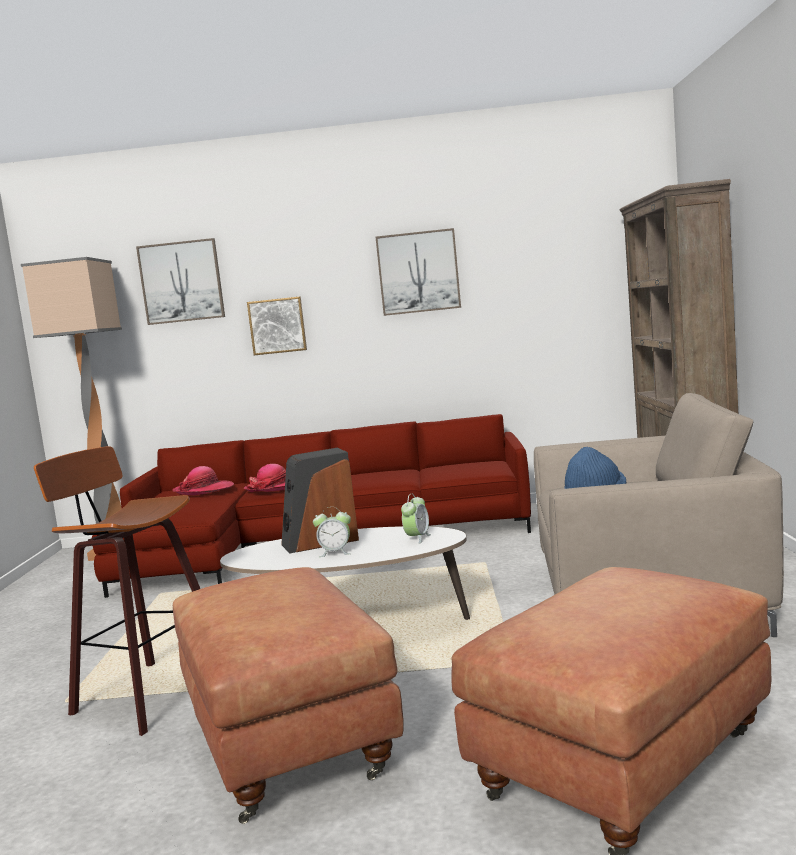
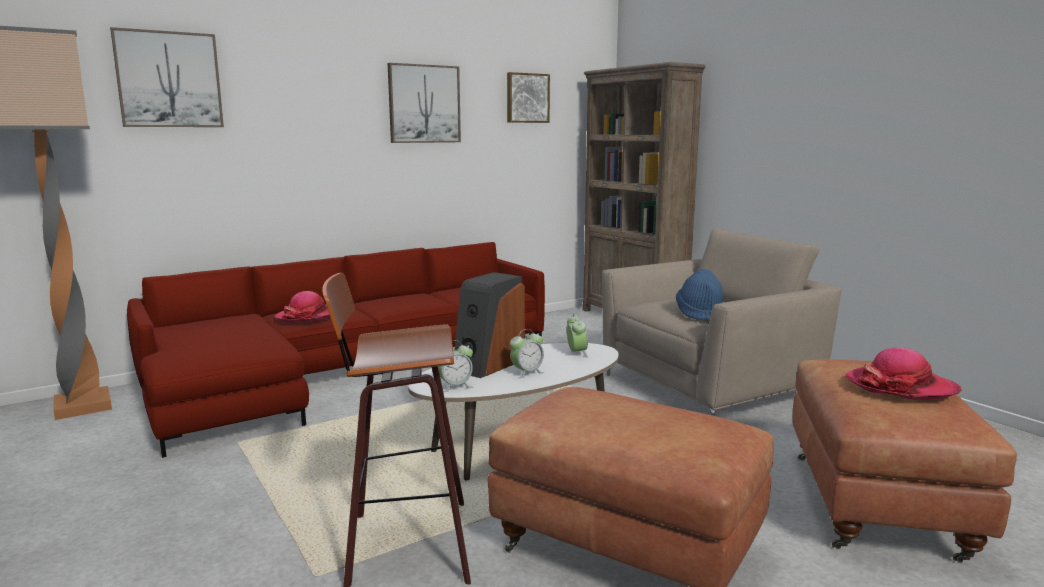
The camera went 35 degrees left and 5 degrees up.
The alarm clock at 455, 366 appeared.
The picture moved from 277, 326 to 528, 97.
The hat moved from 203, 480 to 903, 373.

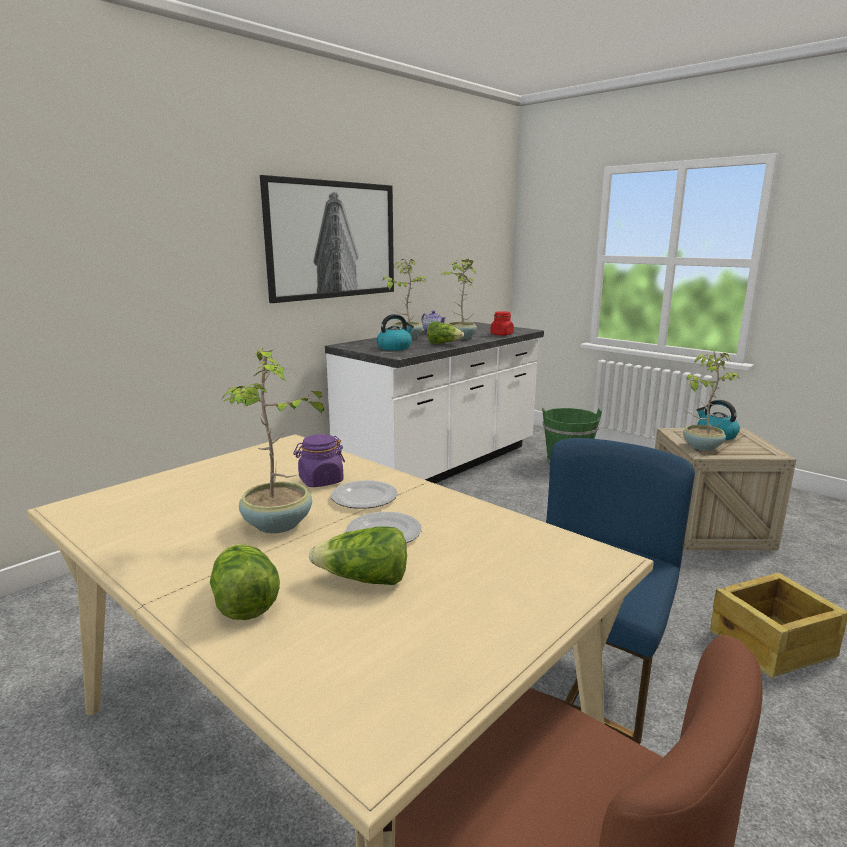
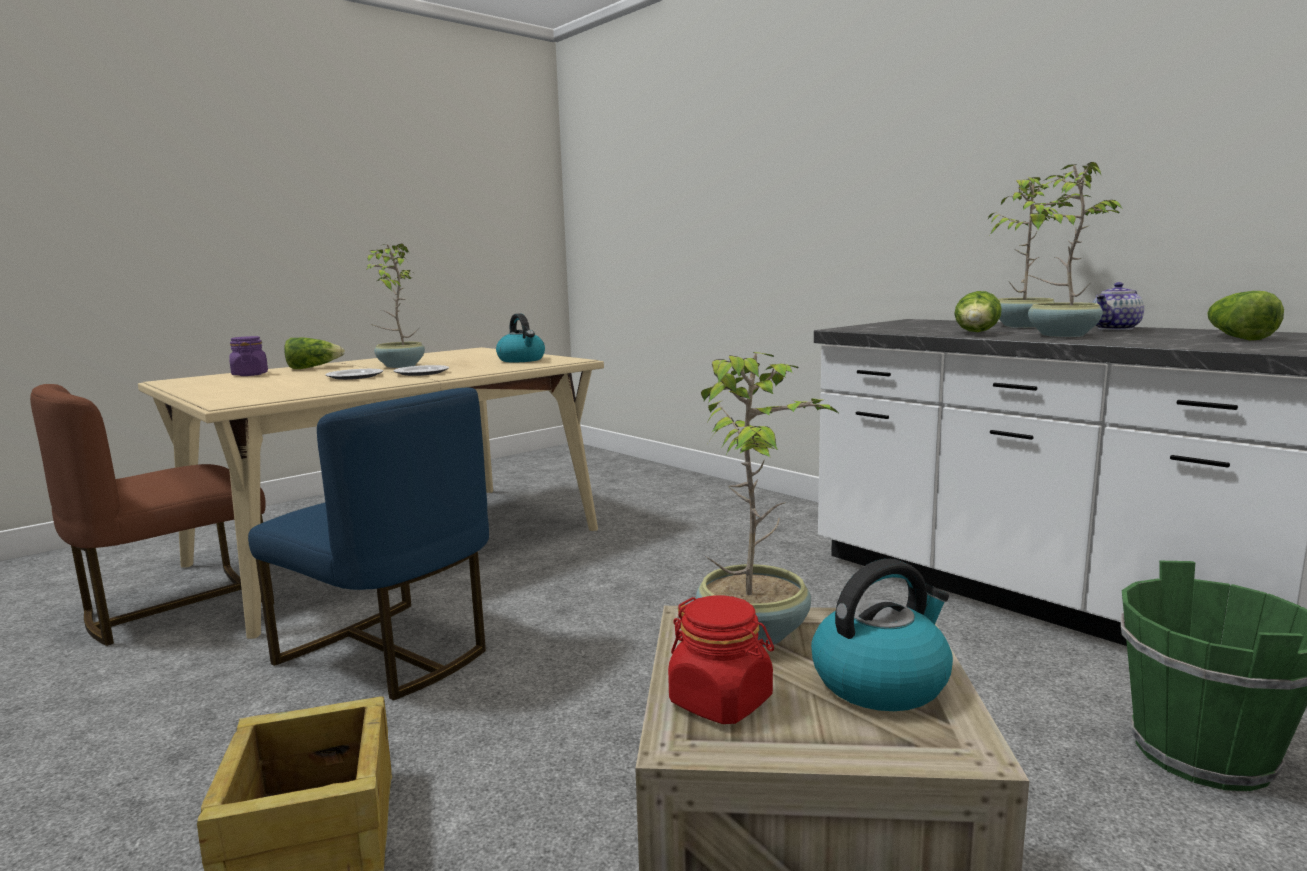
The camera went 95 degrees right and 5 degrees down.
The purple jar moved from 319, 460 to 248, 356.
The kettle moved from 395, 332 to 520, 337.
The red jar moved from 502, 323 to 721, 659.
The lettuce moved from 358, 555 to 1245, 315.
The picture at 327, 239 disappeared.

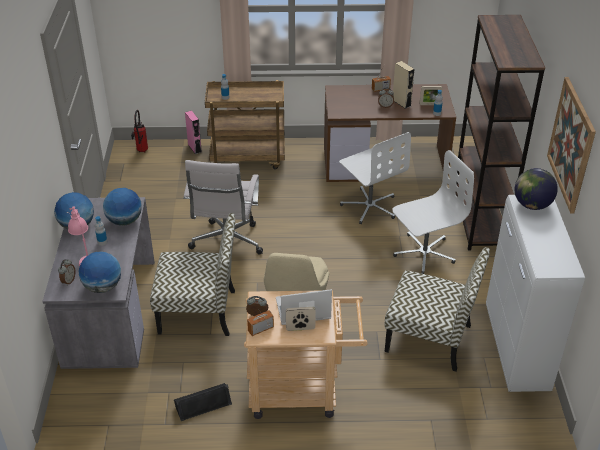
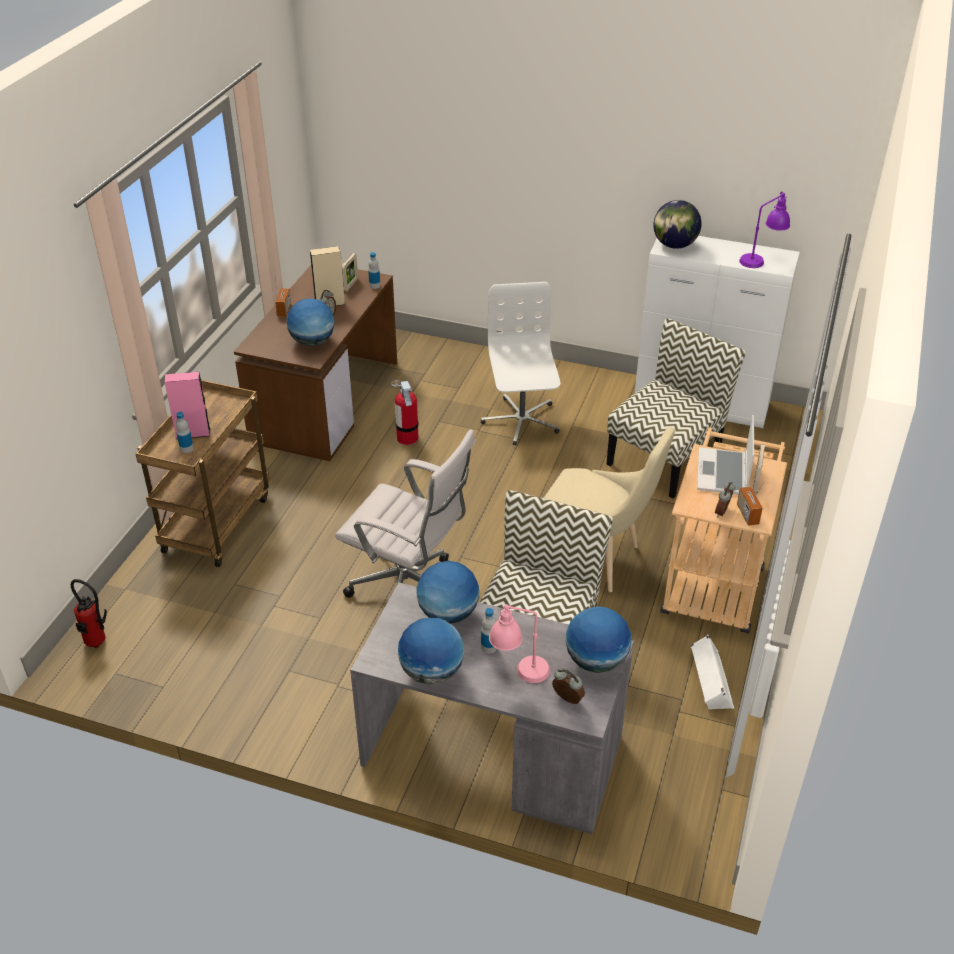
The camera went 70 degrees left and 0 degrees up.
The pink speaker moved from 193, 132 to 187, 405.
The globe at 311, 322 appeared.
The white office chair at 375, 178 was replaced by the fire extinguisher at 405, 412.
The black speaker at 203, 402 became the white speaker at 712, 671.
The purple table lamp at 764, 230 appeared.
The brown bookcase at 500, 132 disappeared.
The picture at 571, 145 disappeared.

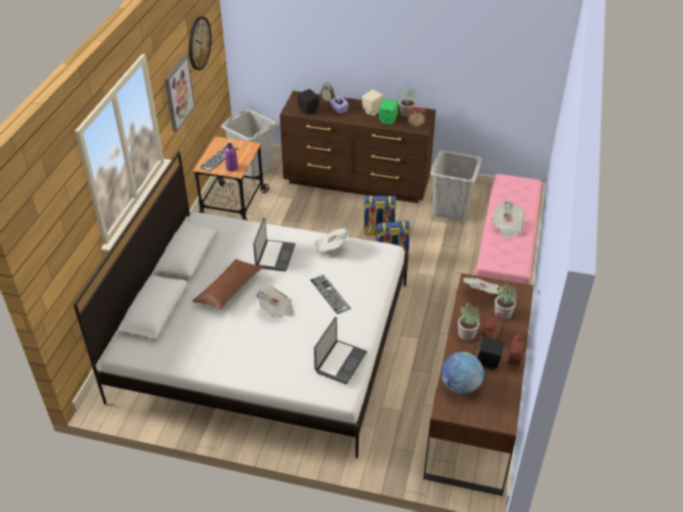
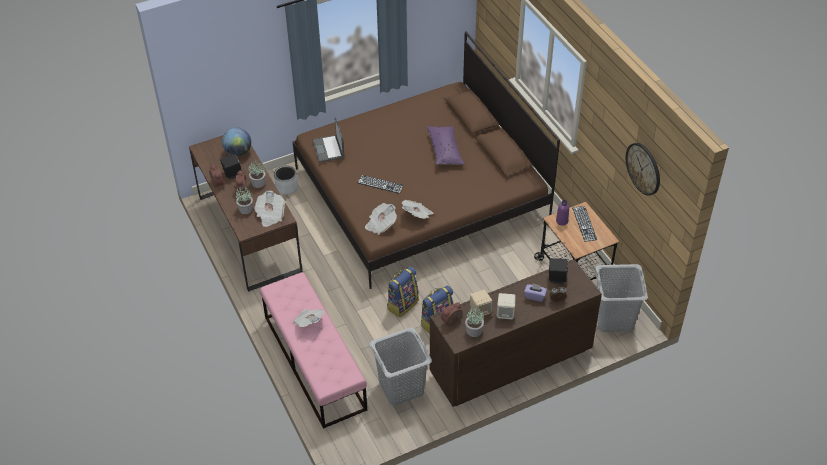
The camera went 140 degrees right and 5 degrees up.
The grey planter at 286, 180 appeared.
The white bed at 240, 304 became the brown bed at 426, 160.
The newspaper moved from 275, 302 to 381, 219.
The brown pillow at 228, 284 became the purple pillow at 445, 145.
The green speaker at 388, 112 became the beige speaker at 481, 303.
The picture at 180, 93 disappeared.
The laptop at 274, 244 disappeared.

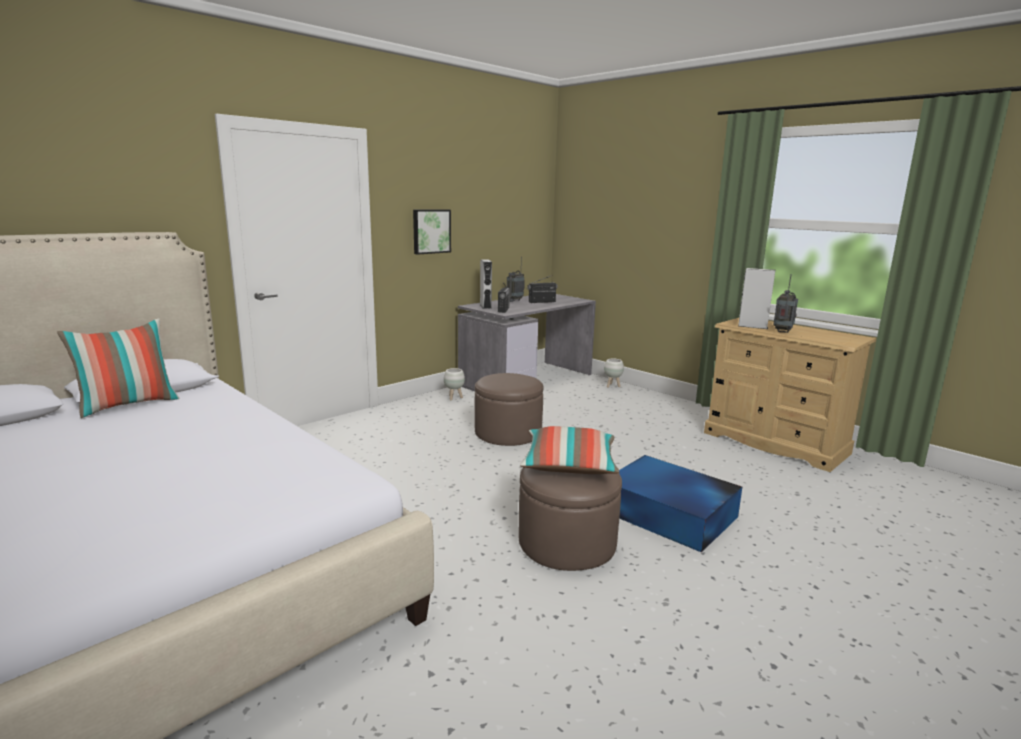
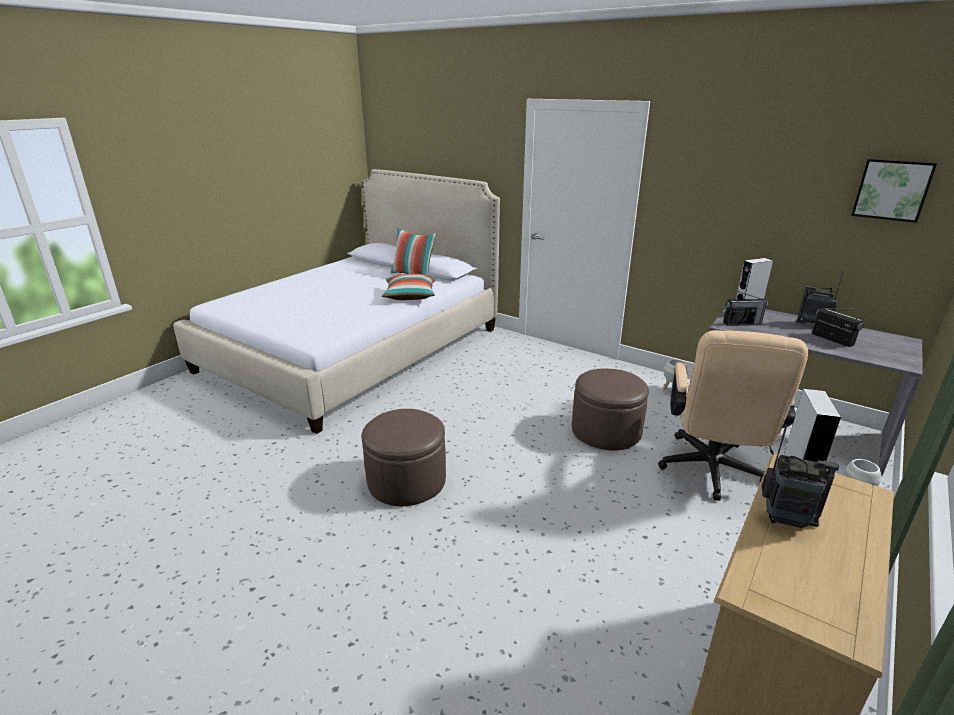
The camera went 80 degrees right and 10 degrees up.
The pillow moved from 569, 450 to 409, 287.
The beige office chair at 733, 415 appeared.
The picture moved from 432, 232 to 894, 190.
The blue storage box at 680, 503 disappeared.

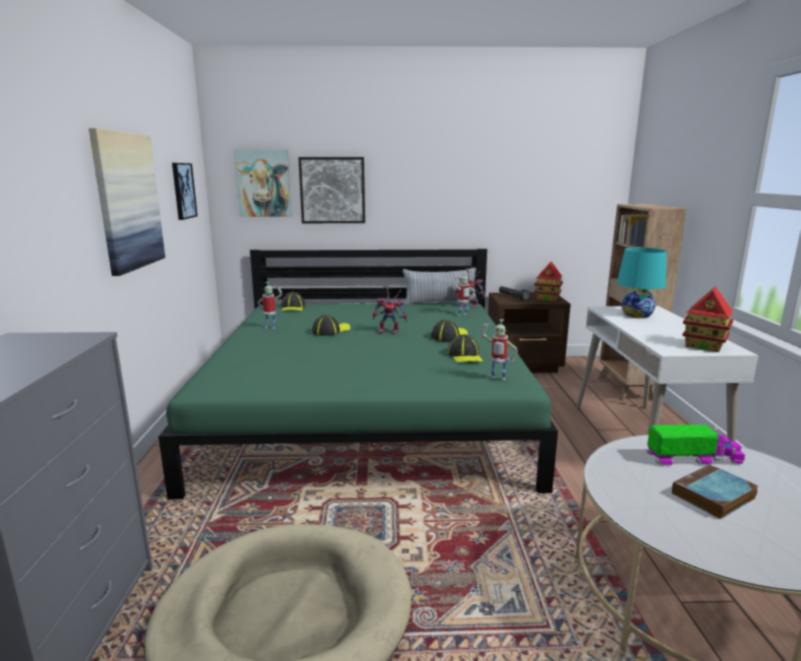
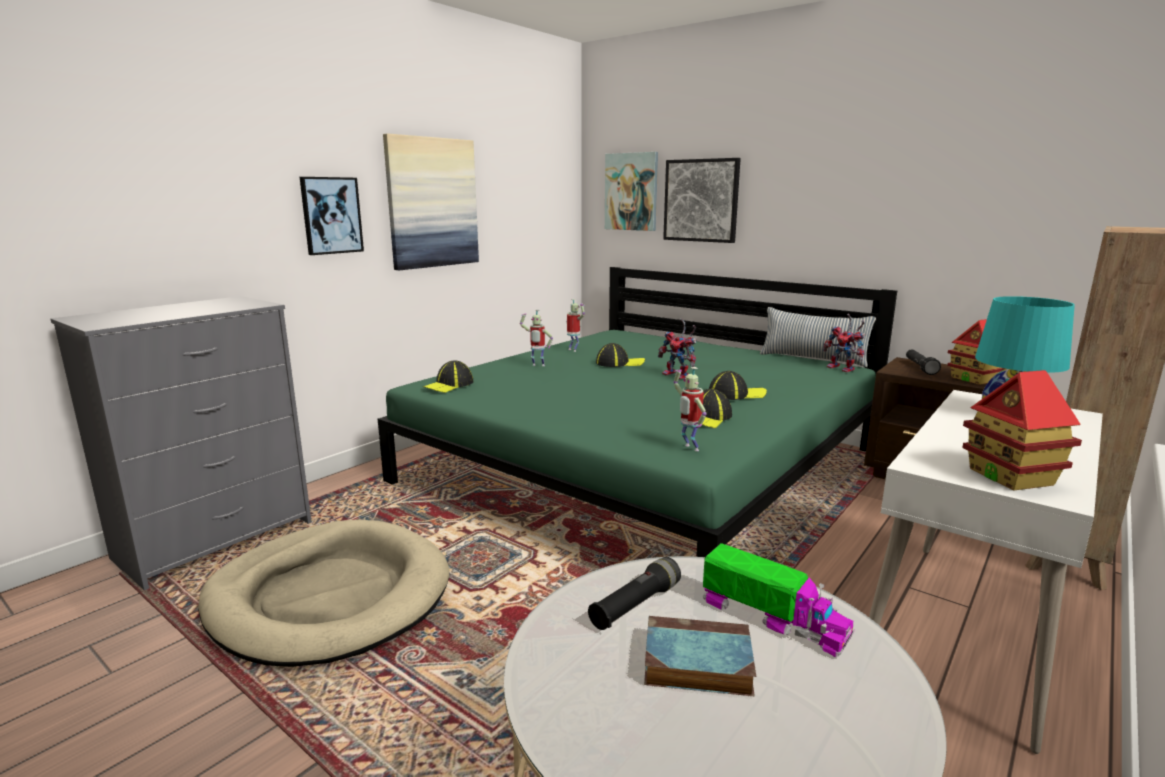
The camera went 40 degrees right and 0 degrees up.
The picture moved from 185, 191 to 332, 216.
The cap moved from 293, 301 to 448, 376.
The toy robot moved from 464, 294 to 536, 338.
The black flashlight at 634, 593 appeared.

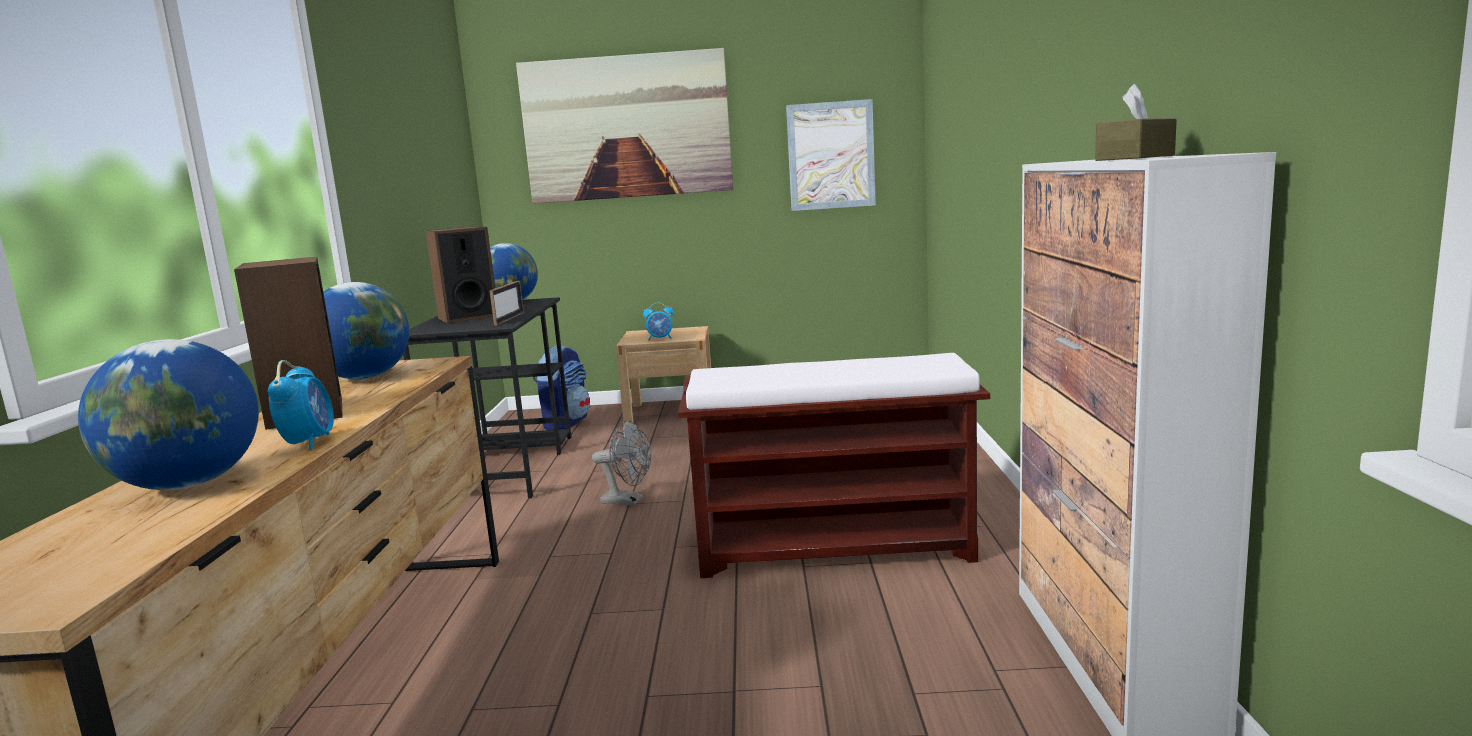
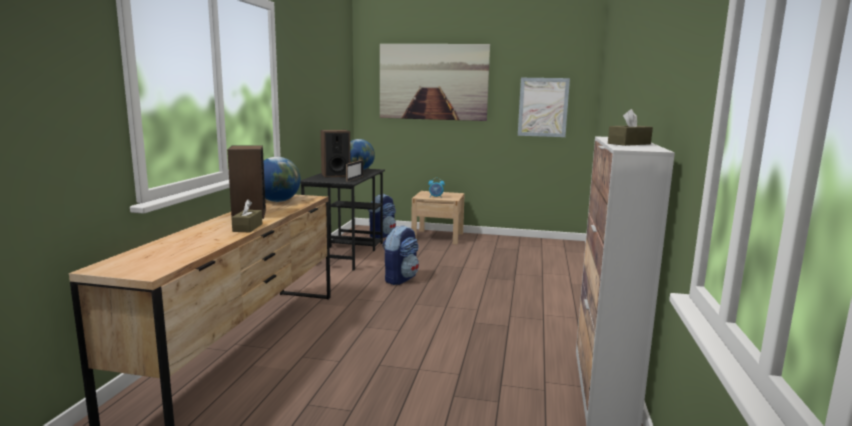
The camera went 10 degrees right and 0 degrees up.
The alarm clock at 301, 405 was replaced by the brown tissue box at 246, 215.
The grey fan at 621, 462 was replaced by the backpack at 400, 255.
The globe at 168, 414 disappeared.
The brown bench at 834, 465 disappeared.

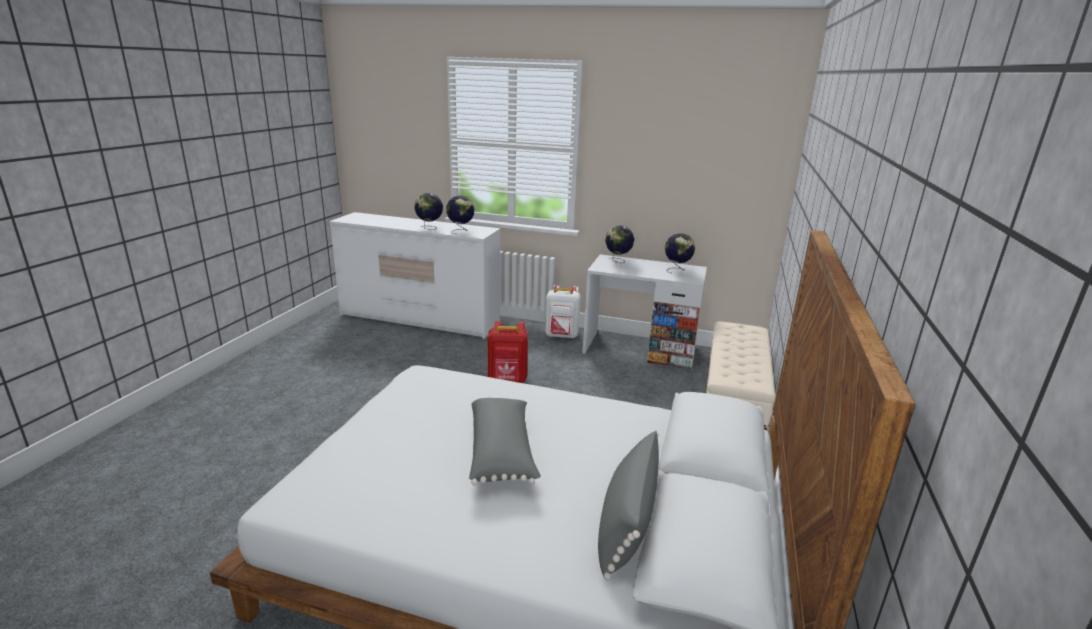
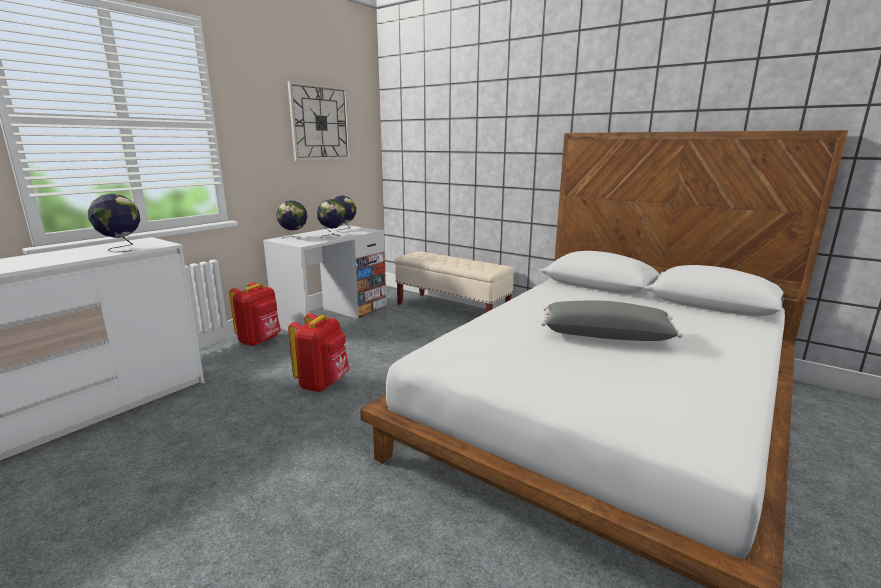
The camera went 70 degrees left and 5 degrees down.
The white backpack at 563, 311 became the red backpack at 255, 314.
The wall clock at 318, 121 appeared.
The globe moved from 429, 211 to 331, 218.
The grey pillow at 628, 506 disappeared.

